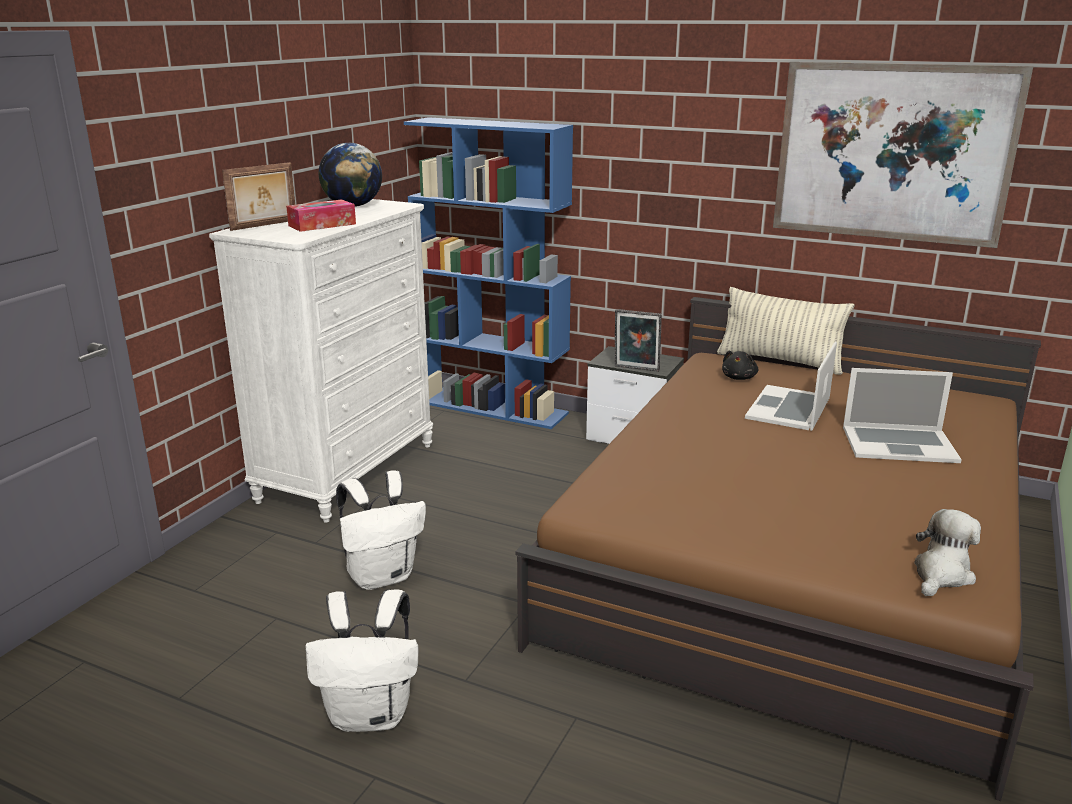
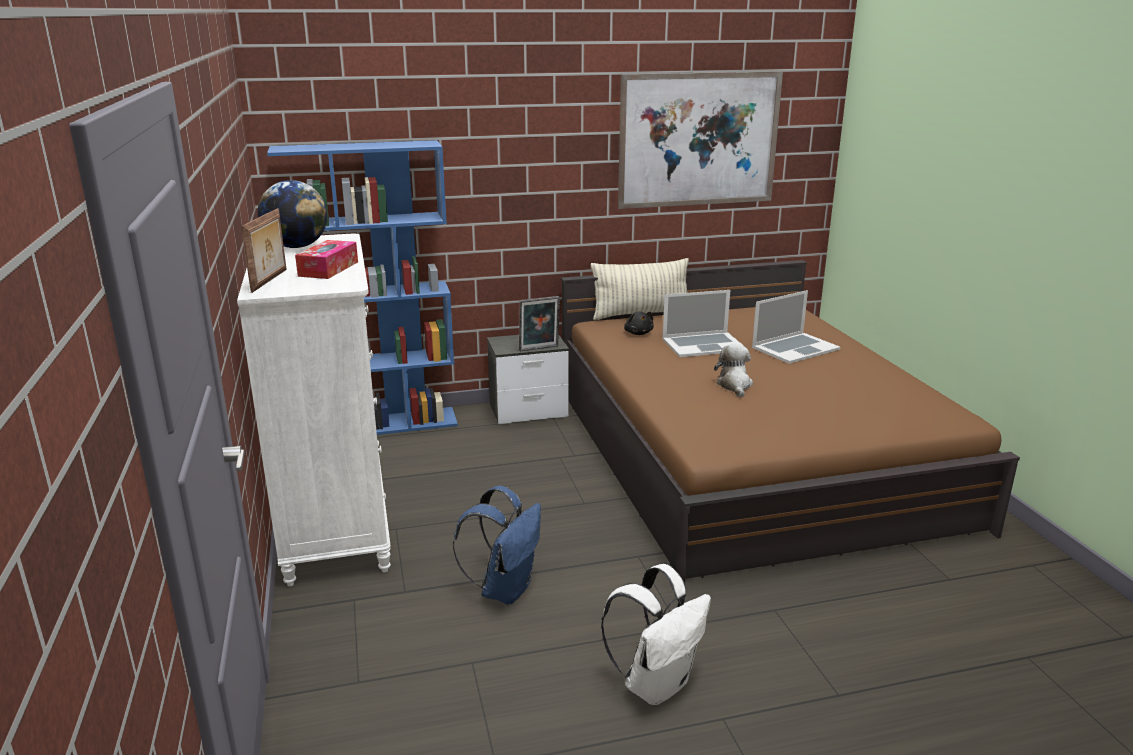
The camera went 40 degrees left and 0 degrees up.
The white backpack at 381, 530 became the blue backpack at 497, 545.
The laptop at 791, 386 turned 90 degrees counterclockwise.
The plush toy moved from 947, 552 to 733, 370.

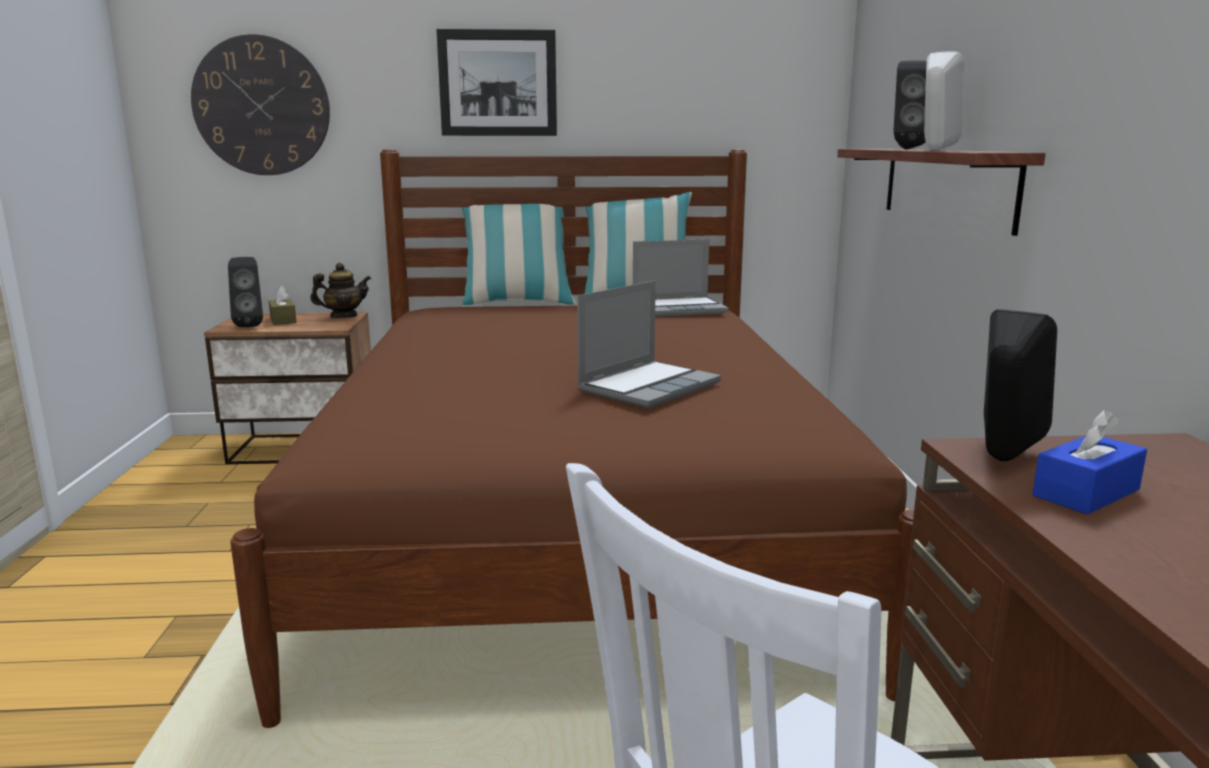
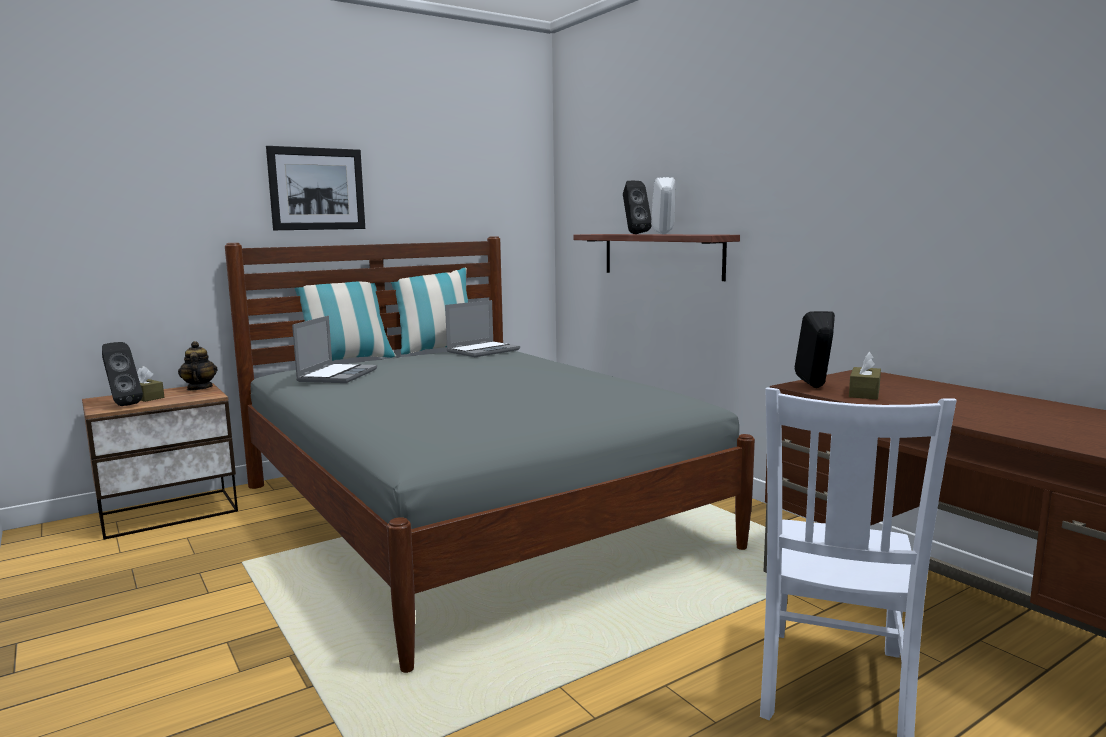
The camera went 30 degrees left and 5 degrees down.
The teapot at 340, 290 turned 60 degrees counterclockwise.
The brown bed at 572, 439 became the grey bed at 490, 454.
The laptop moved from 649, 345 to 334, 349.
The blue tissue box at 1089, 462 became the brown tissue box at 865, 375.
The wall clock at 260, 104 disappeared.

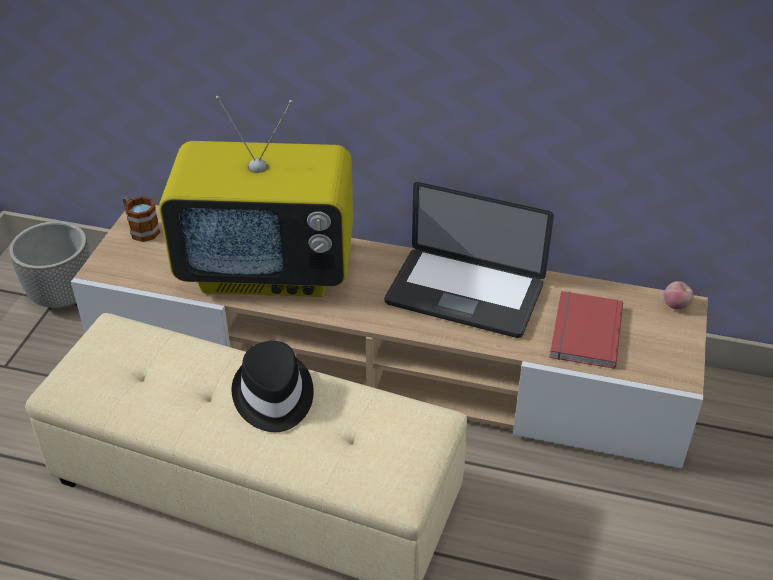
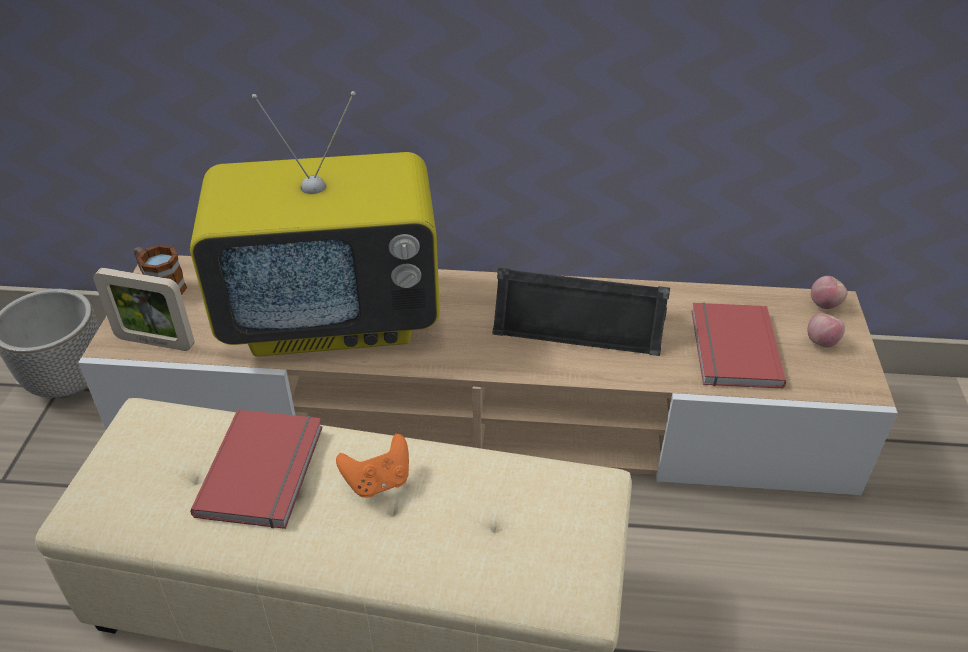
The camera went 10 degrees left and 0 degrees up.
The picture frame at 143, 309 appeared.
The red book at 256, 469 appeared.
The black hat at 273, 386 was replaced by the orange game controller at 372, 465.
The laptop at 469, 260 was replaced by the black speaker at 581, 311.
The apple at 826, 330 appeared.

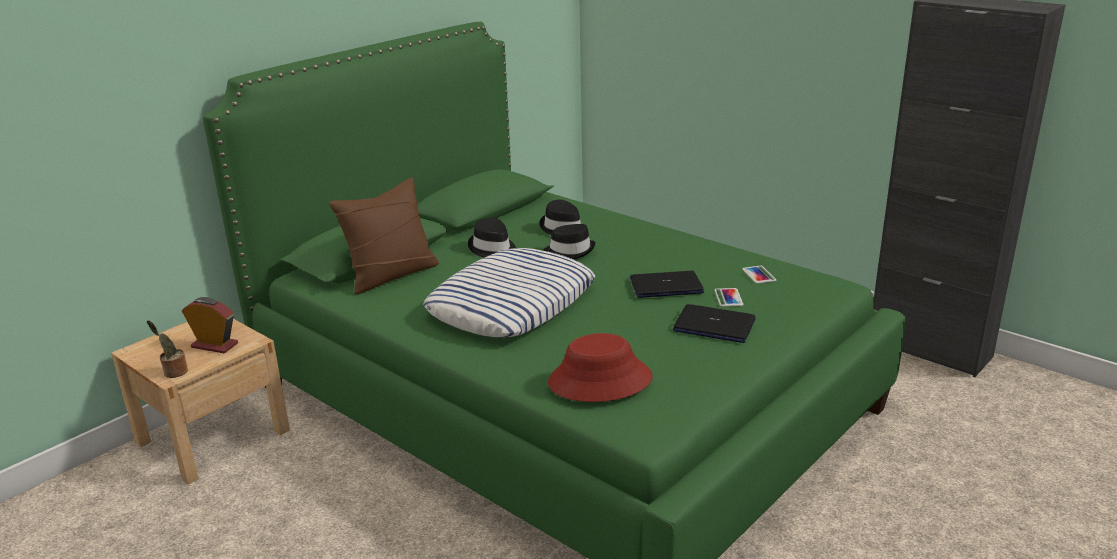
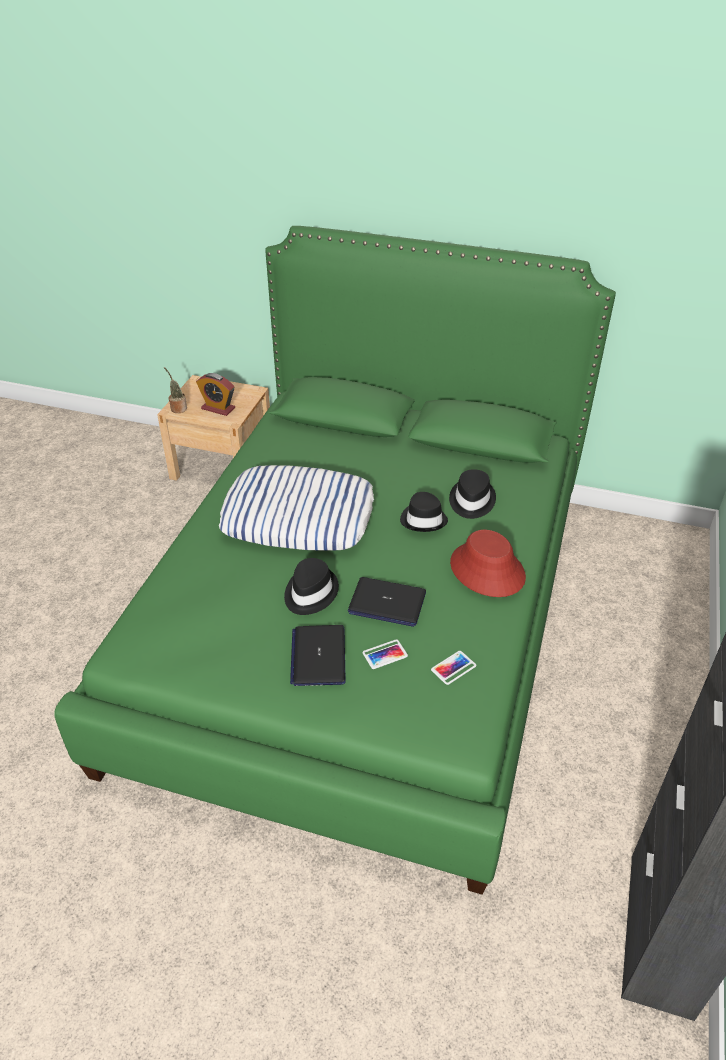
The camera went 65 degrees right and 15 degrees up.
The alarm clock at 210, 325 turned 120 degrees clockwise.
The black hat moved from 492, 237 to 311, 586.
The laptop at 667, 284 turned 135 degrees clockwise.
The red hat moved from 600, 367 to 488, 563.
The brown pillow at 384, 236 disappeared.

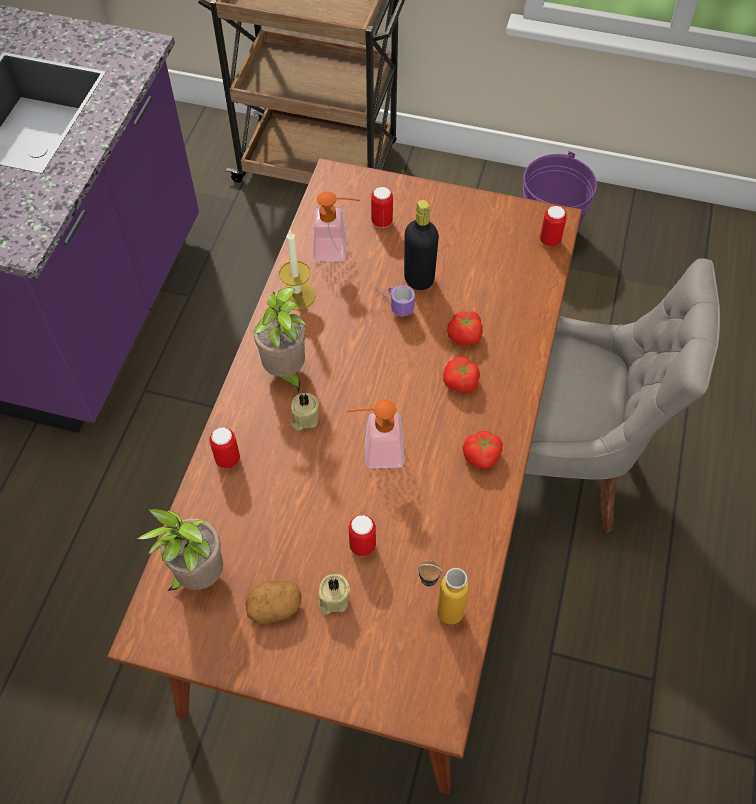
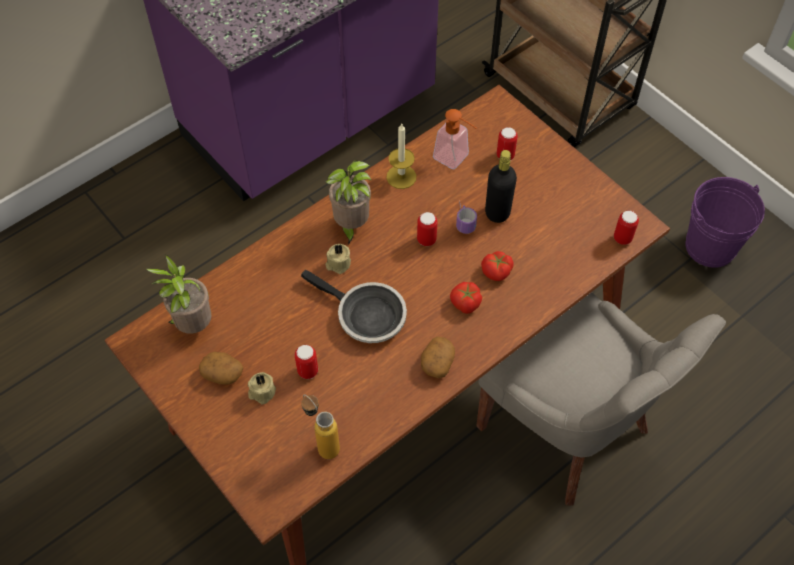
The camera went 35 degrees right and 0 degrees up.
The soap dispenser at 375, 434 was replaced by the frying pan at 354, 306.
The can moved from 224, 448 to 427, 229.
The tomato at 482, 450 was replaced by the potato at 438, 357.

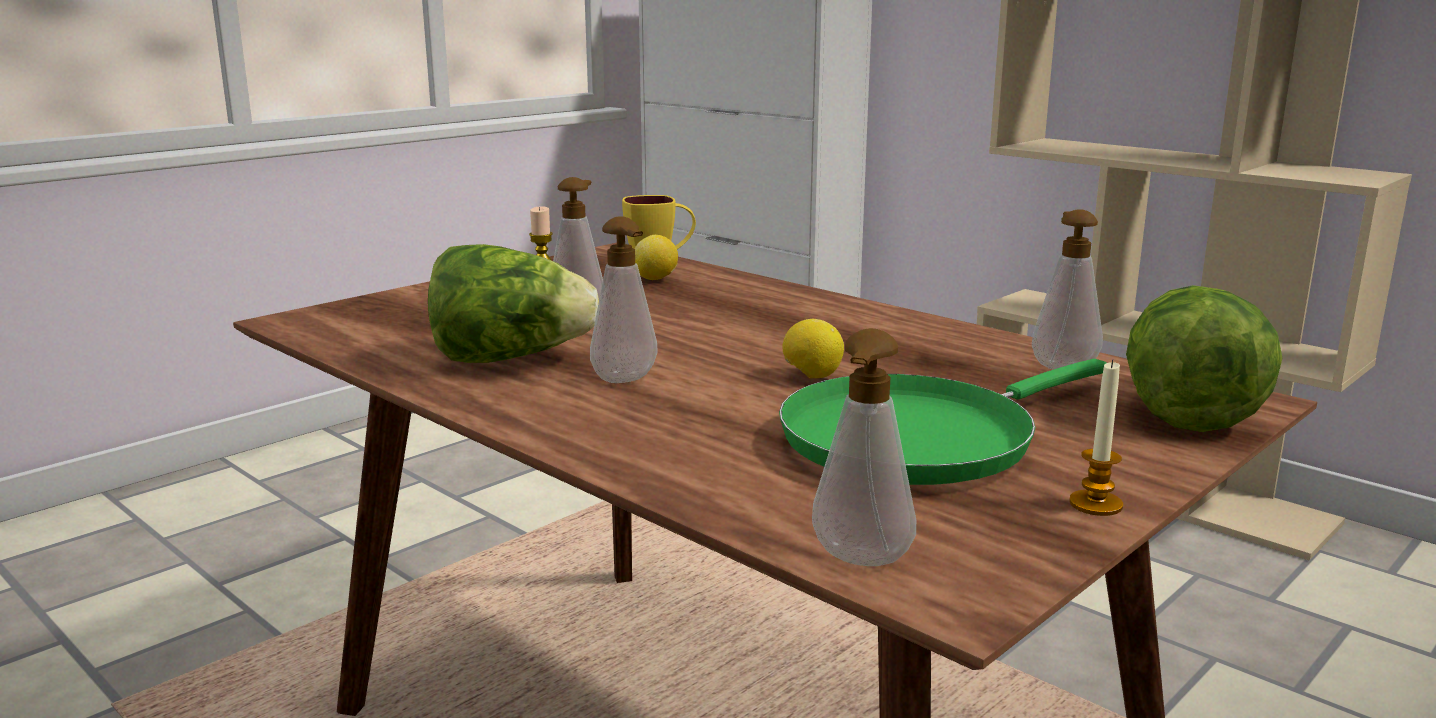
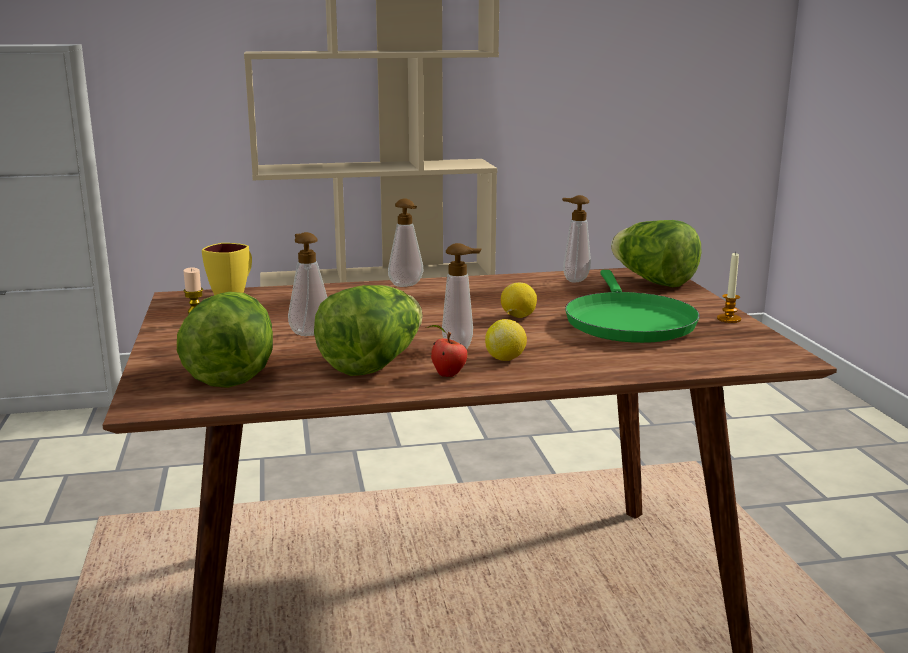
The camera went 55 degrees left and 0 degrees up.
The lettuce at 225, 340 appeared.
The soap dispenser moved from 864, 447 to 405, 243.
The apple at 447, 351 appeared.
The lemon moved from 656, 257 to 506, 340.

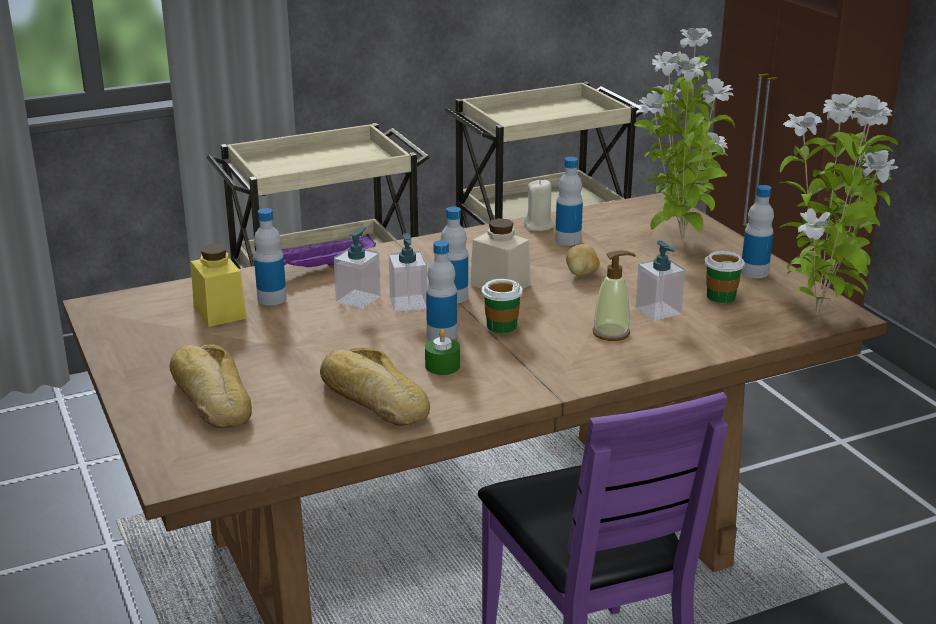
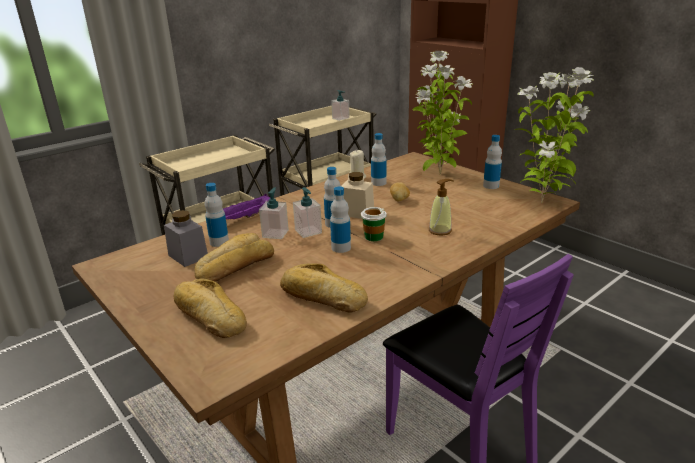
The camera went 15 degrees left and 0 degrees up.
The yellow jar at 219, 285 became the grey jar at 186, 238.
The bread at 234, 257 appeared.
The soap dispenser moved from 660, 280 to 340, 105.
The green candle at 442, 352 disappeared.
The cup at 725, 277 disappeared.

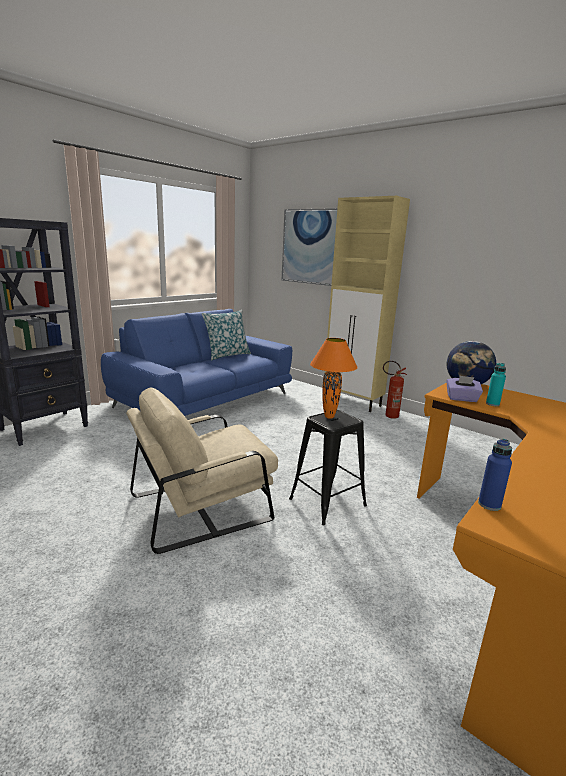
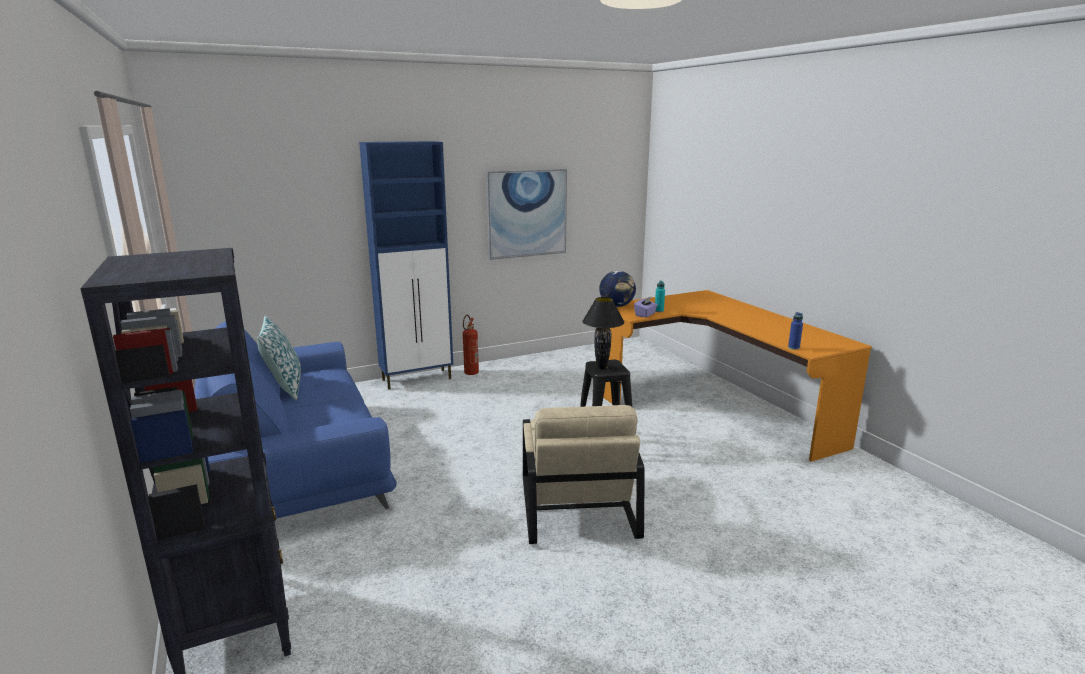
The camera went 65 degrees left and 0 degrees up.
The beige cabinet at 367, 304 became the blue cabinet at 406, 265.
The picture moved from 309, 247 to 526, 214.
The orange table lamp at 334, 378 became the black table lamp at 603, 333.

